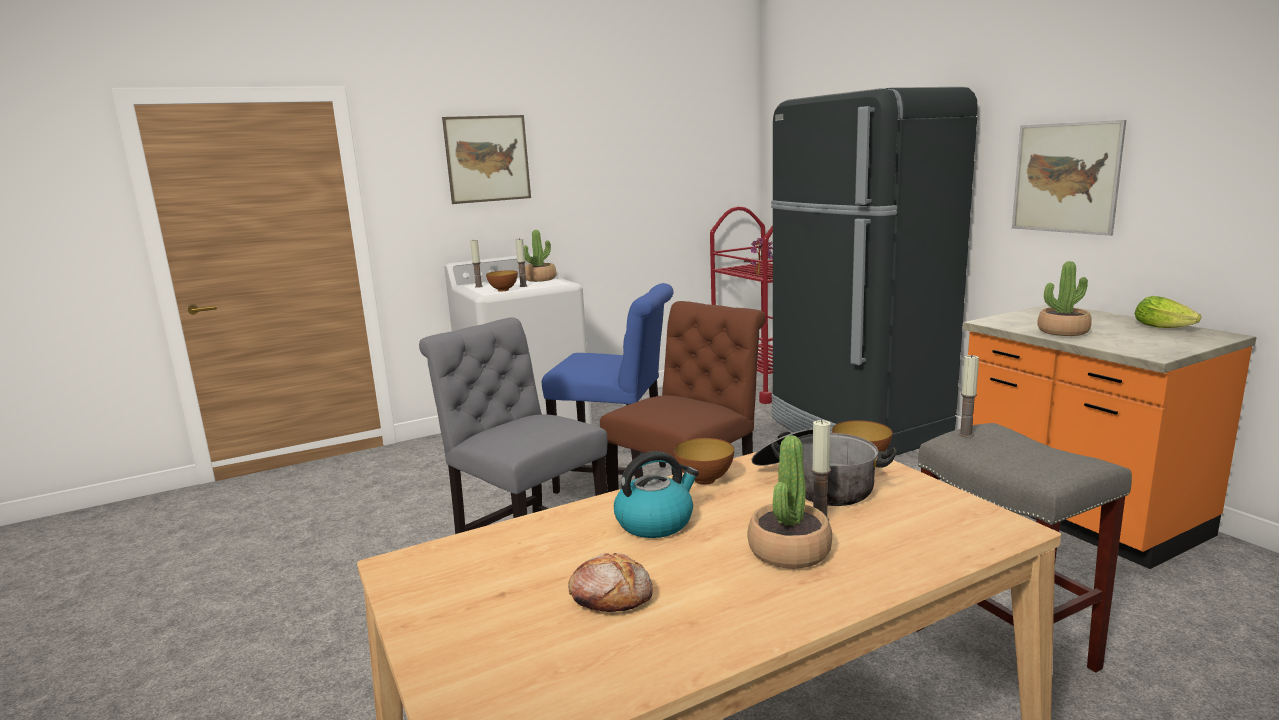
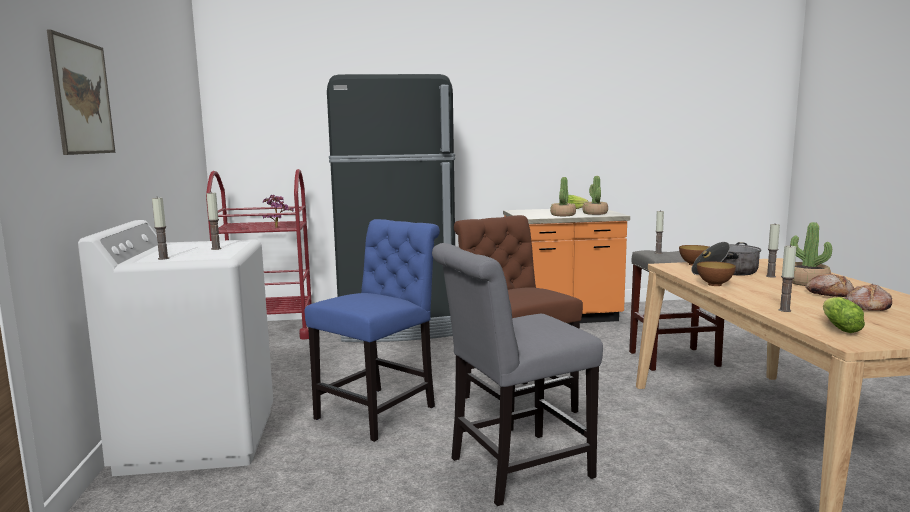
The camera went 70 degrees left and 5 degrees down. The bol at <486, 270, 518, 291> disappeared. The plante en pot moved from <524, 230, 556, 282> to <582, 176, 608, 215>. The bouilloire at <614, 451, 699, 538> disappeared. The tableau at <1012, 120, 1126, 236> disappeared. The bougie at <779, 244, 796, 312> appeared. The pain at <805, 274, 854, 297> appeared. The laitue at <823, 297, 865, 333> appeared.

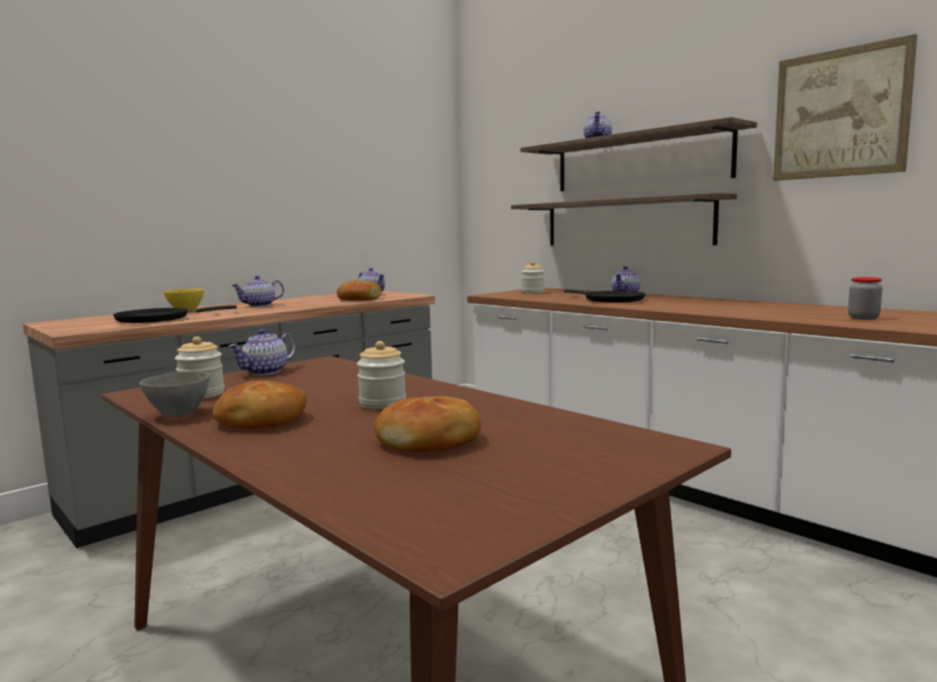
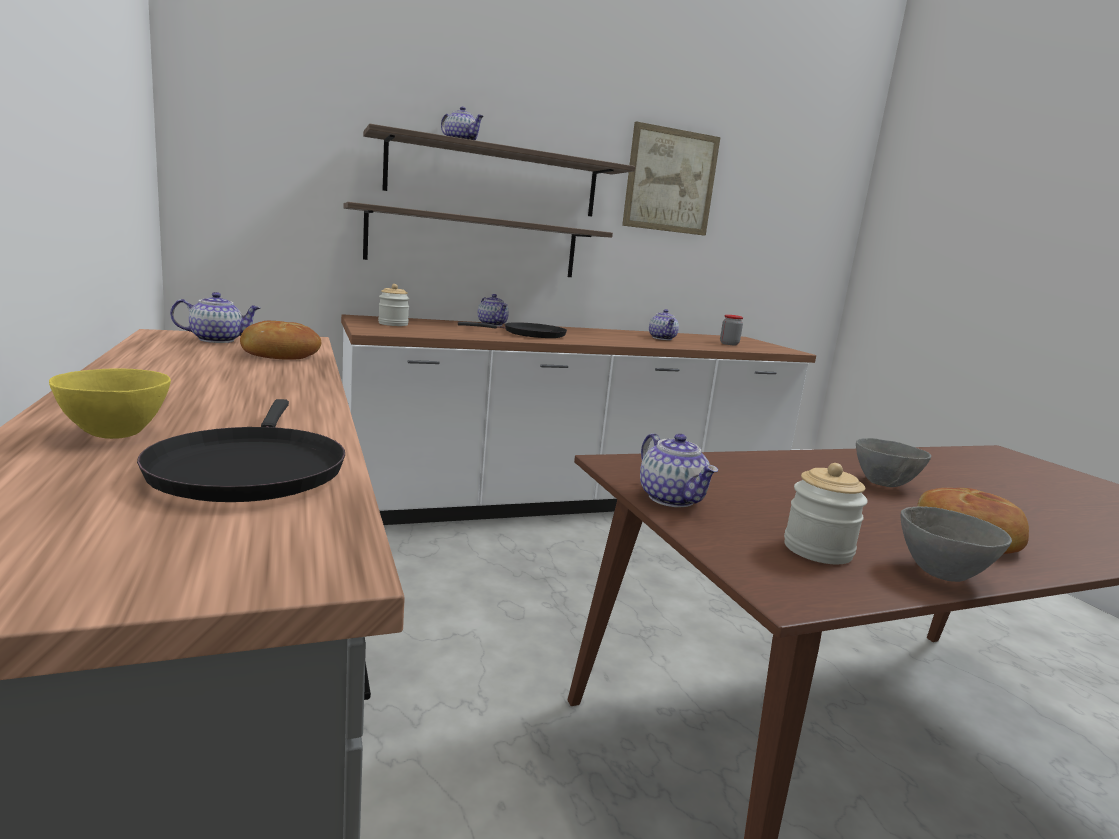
The camera went 70 degrees left and 5 degrees up. The théière moved from <232, 276, 284, 307> to <649, 309, 679, 340>. The bocal at <357, 341, 406, 409> was replaced by the bol [gris] at <856, 438, 931, 487>. The pain at <374, 396, 481, 452> disappeared.

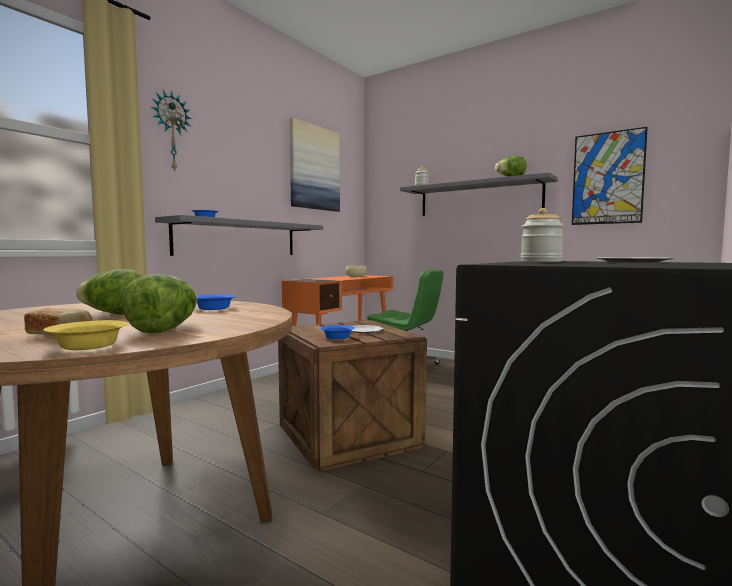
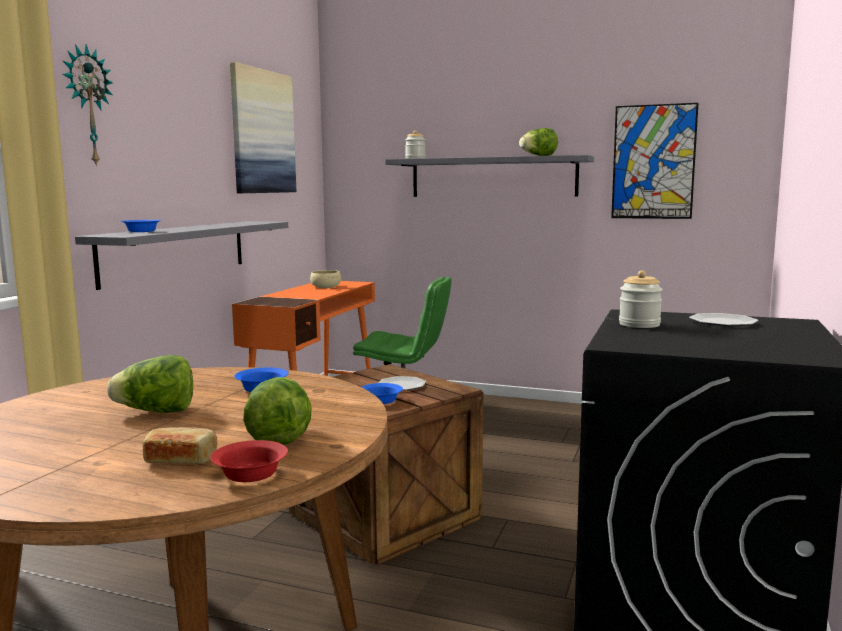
The camera went 15 degrees left and 5 degrees up. The bol [jaune] at <43, 320, 128, 350> became the bol [rouge] at <210, 440, 288, 482>.

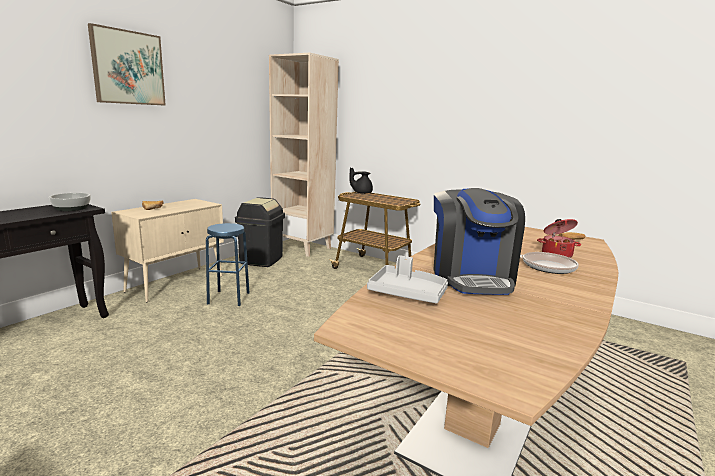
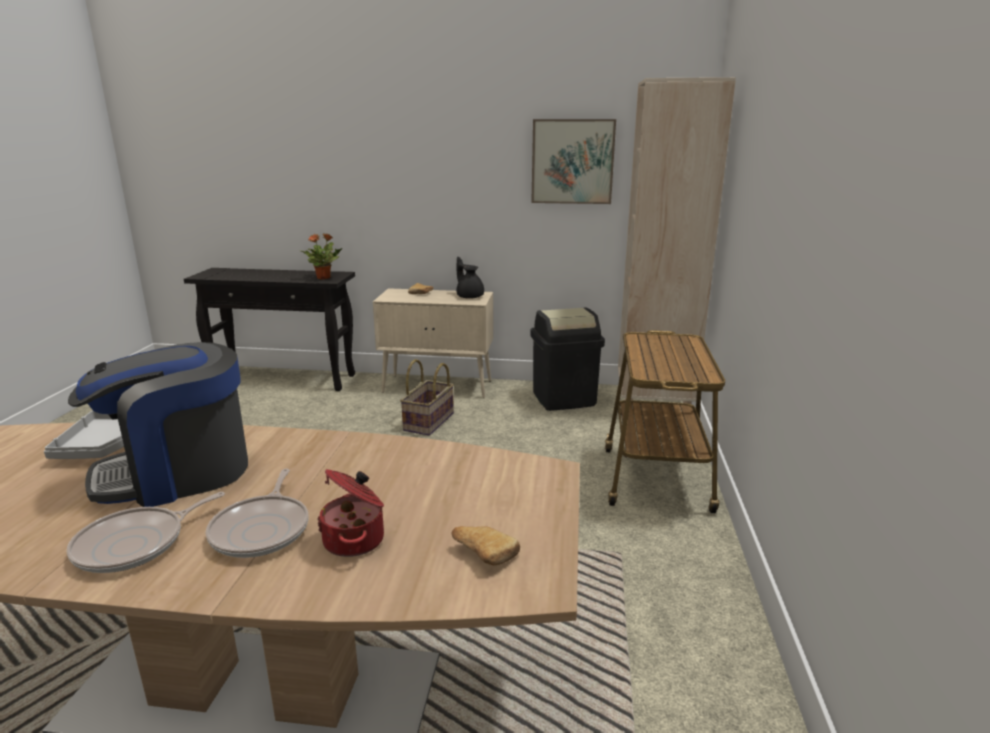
The camera went 65 degrees right and 5 degrees up. The bol at <49, 193, 91, 211> was replaced by the plante en pot at <300, 233, 343, 280>. The tableau moved from <88, 23, 166, 106> to <531, 119, 616, 204>. The tabouret [bleu] at <206, 223, 250, 306> was replaced by the panier at <400, 359, 454, 436>. The théière [noir] moved from <349, 167, 373, 194> to <457, 257, 484, 299>. The poêle at <67, 492, 225, 573> appeared.

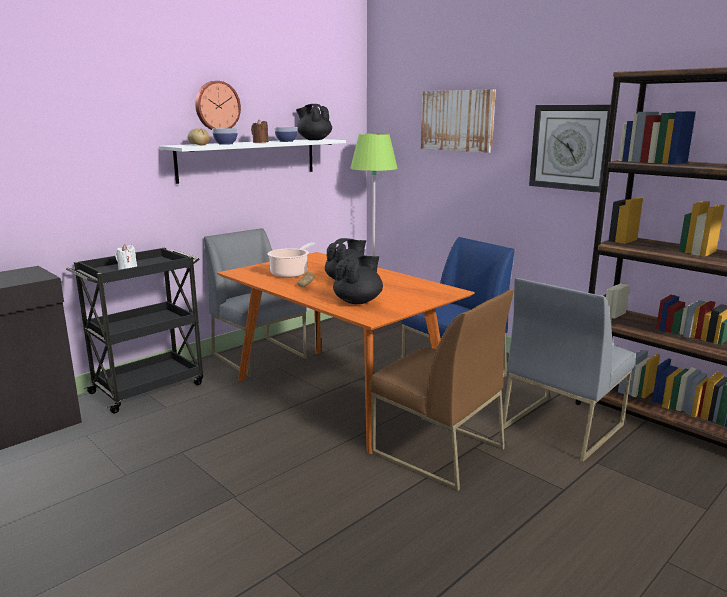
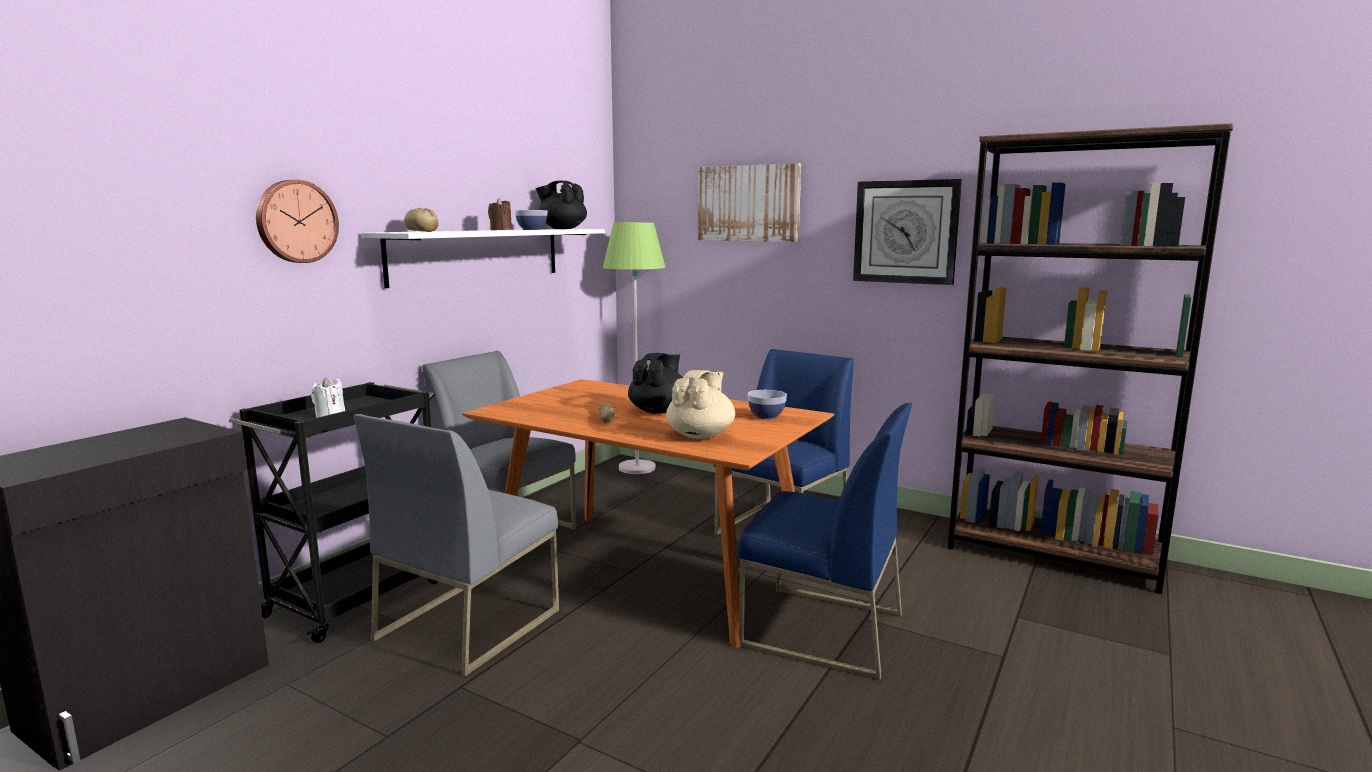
The camera went 15 degrees left and 5 degrees down. The horloge murale moved from <195, 81, 241, 130> to <256, 180, 339, 263>. The bol moved from <212, 128, 238, 145> to <748, 390, 787, 419>. The marmite at <268, 242, 315, 278> disappeared. The théière [noir] at <333, 254, 383, 304> became the théière [beige] at <666, 370, 735, 439>. The chaise [marron] at <370, 289, 514, 491> became the chaise [bleu] at <738, 403, 912, 680>. The chaise [gris] moved from <503, 278, 636, 462> to <354, 414, 559, 677>.

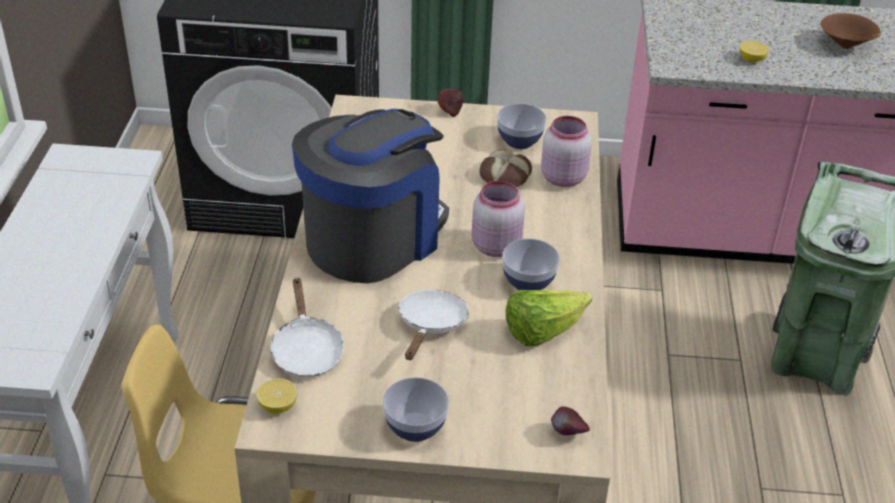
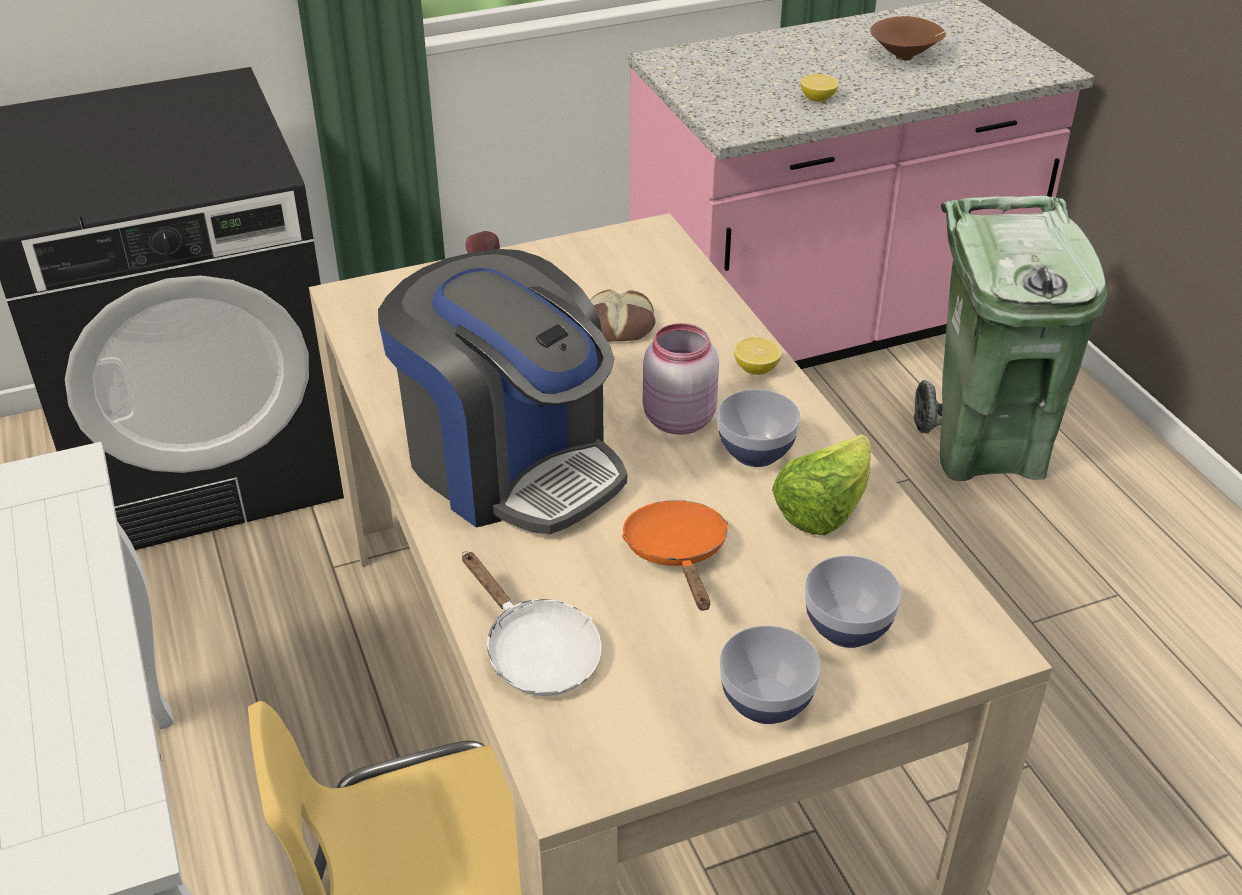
The camera went 25 degrees left and 0 degrees up. The citron moved from <257, 378, 297, 414> to <734, 337, 782, 375>. The machine à café at <292, 109, 449, 283> turned 120 degrees clockwise. The poêle [blanc] at <399, 290, 469, 360> became the poêle [orange] at <622, 500, 728, 610>. The bol moved from <497, 104, 546, 149> to <805, 555, 902, 648>. The bocal [rose] at <541, 116, 592, 187> disappeared. The pomme at <551, 406, 590, 435> disappeared.

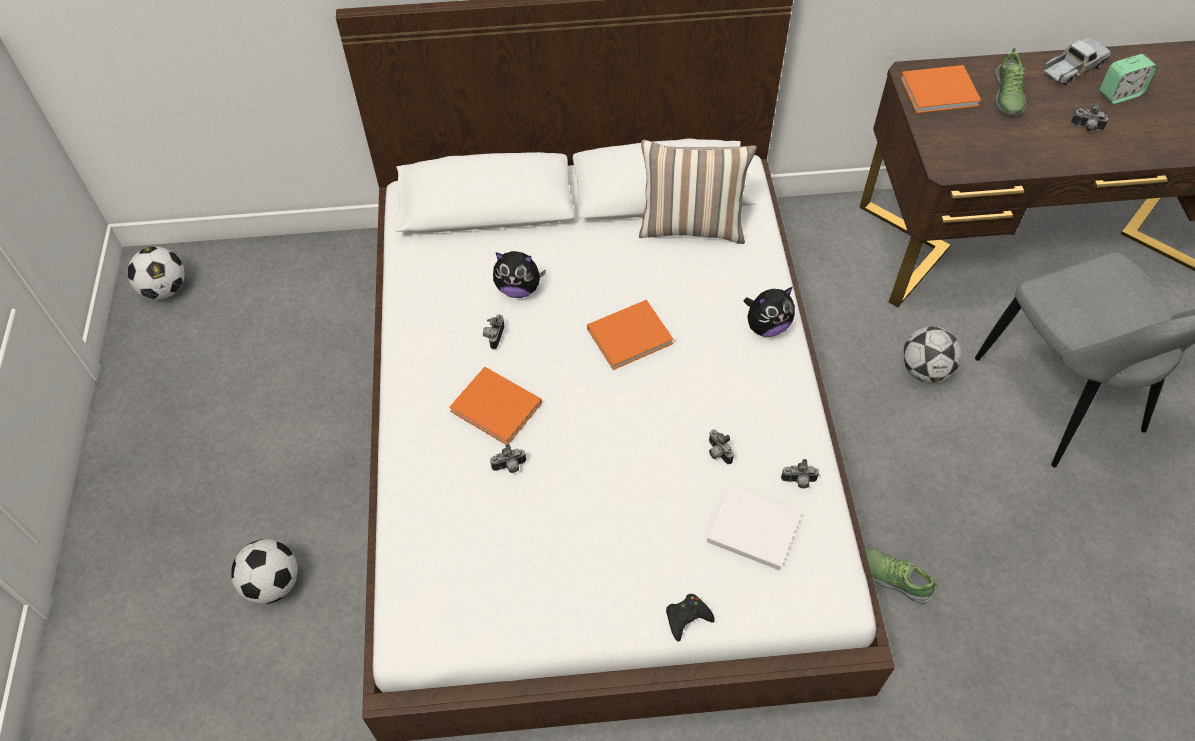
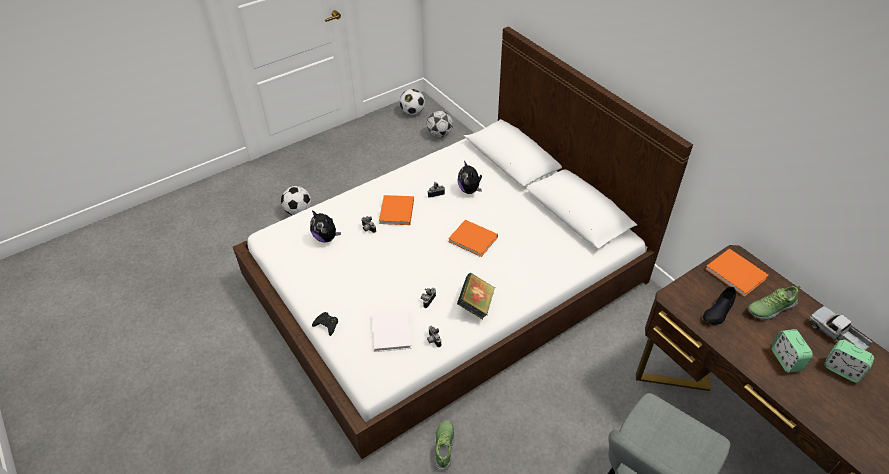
The camera went 60 degrees right and 10 degrees down. The coussin at <639, 140, 757, 244> disappeared. The peluche moved from <743, 287, 795, 337> to <310, 210, 341, 243>. The ballon de foot moved from <903, 326, 962, 383> to <427, 110, 453, 137>. The camion jouet at <1043, 37, 1111, 85> turned 150 degrees counterclockwise. The appareil photo at <1071, 103, 1108, 132> was replaced by the réveil at <771, 329, 813, 373>. The livre at <457, 273, 495, 319> appeared. The chaussure [noir] at <703, 287, 736, 325> appeared.

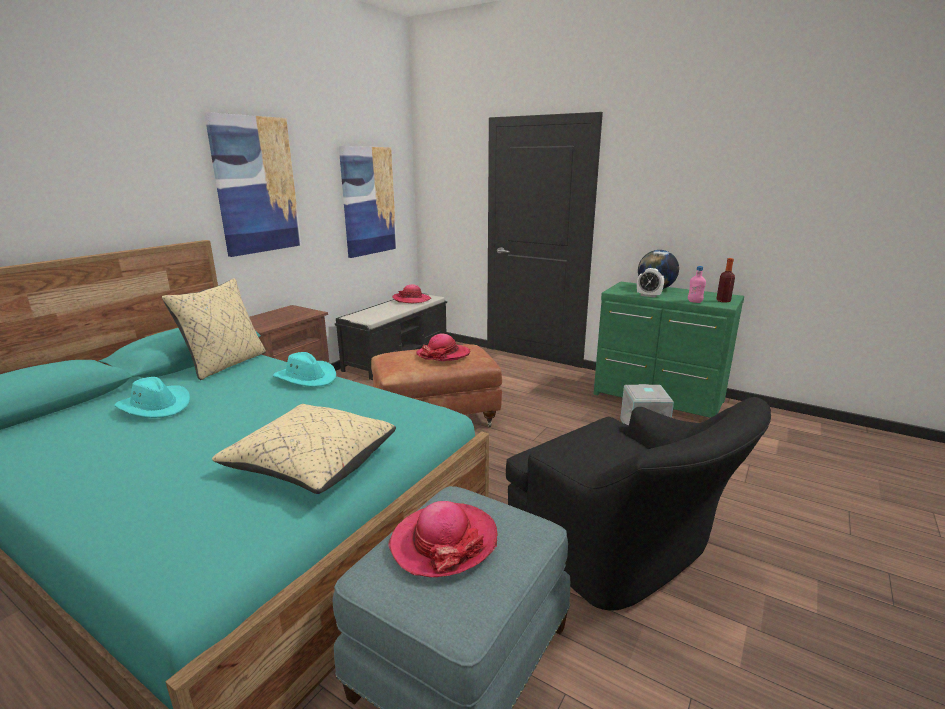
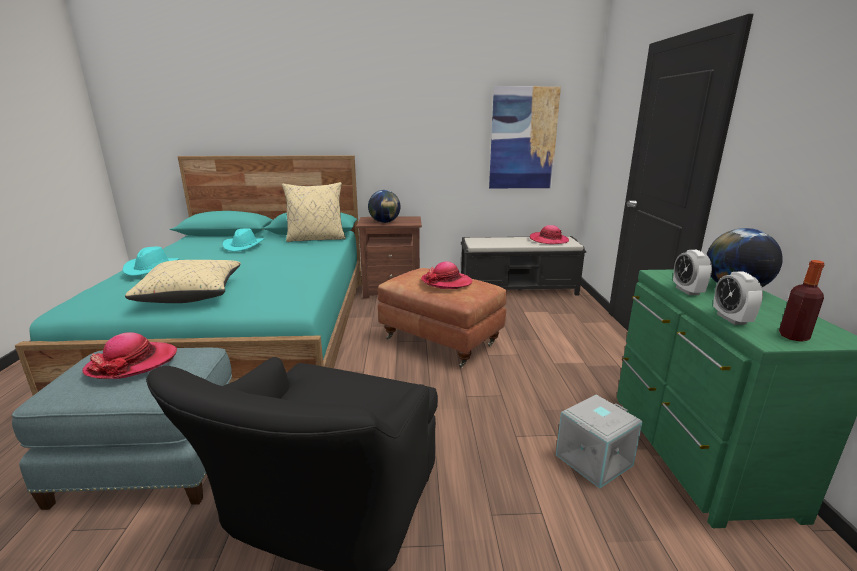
The camera went 55 degrees right and 0 degrees up. The tableau at <204, 112, 301, 257> disappeared. The chapeau [turquoise] moved from <273, 352, 336, 387> to <123, 247, 179, 276>. The bouteille [rose] at <688, 266, 706, 303> was replaced by the réveil at <713, 271, 763, 325>. The globe at <368, 190, 400, 223> appeared.

